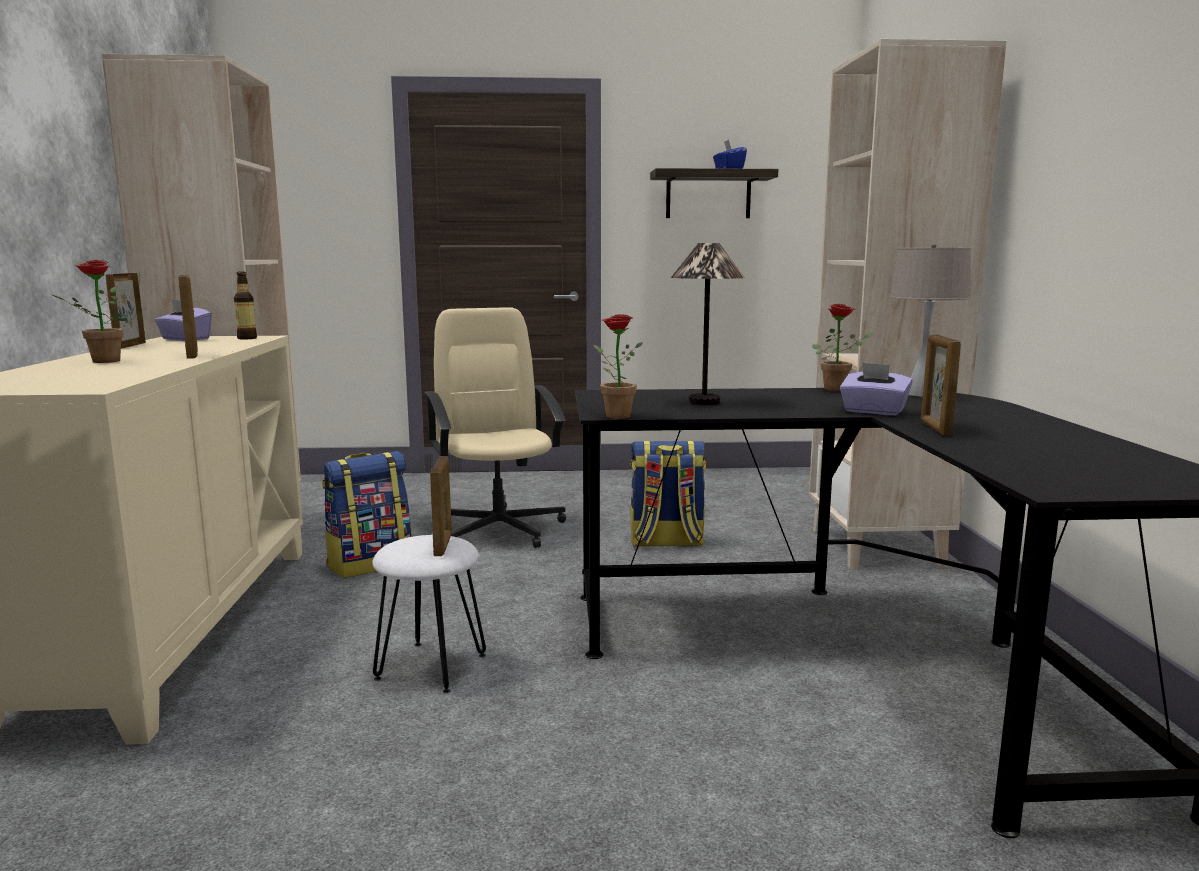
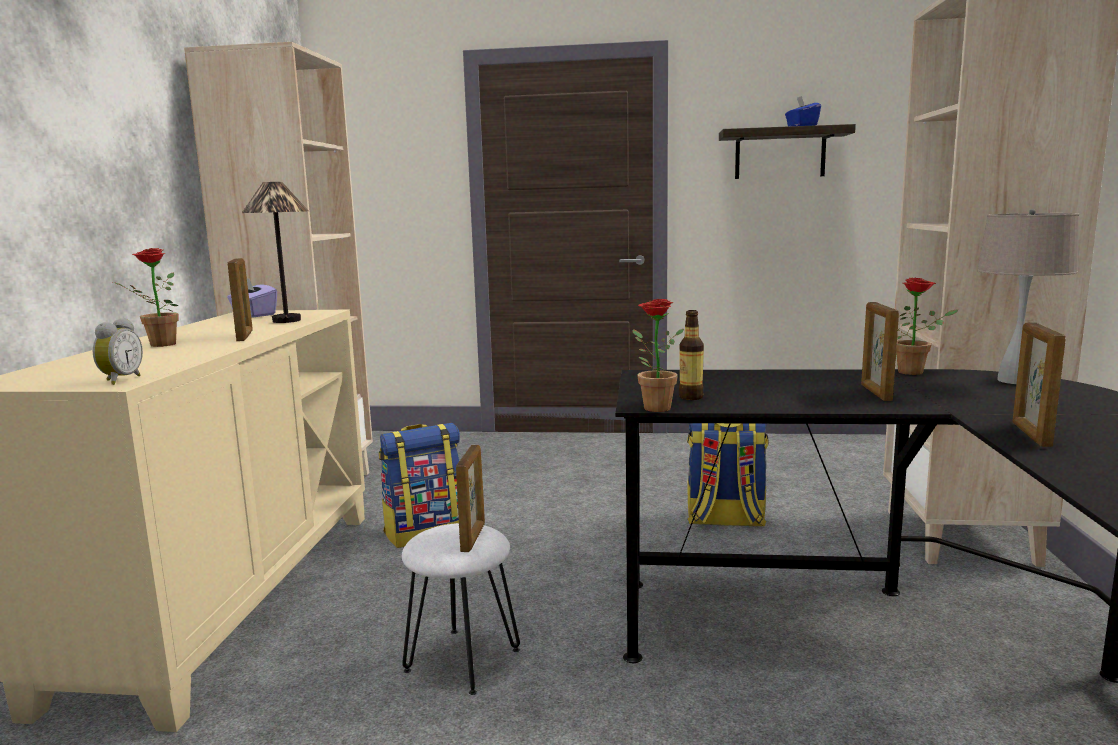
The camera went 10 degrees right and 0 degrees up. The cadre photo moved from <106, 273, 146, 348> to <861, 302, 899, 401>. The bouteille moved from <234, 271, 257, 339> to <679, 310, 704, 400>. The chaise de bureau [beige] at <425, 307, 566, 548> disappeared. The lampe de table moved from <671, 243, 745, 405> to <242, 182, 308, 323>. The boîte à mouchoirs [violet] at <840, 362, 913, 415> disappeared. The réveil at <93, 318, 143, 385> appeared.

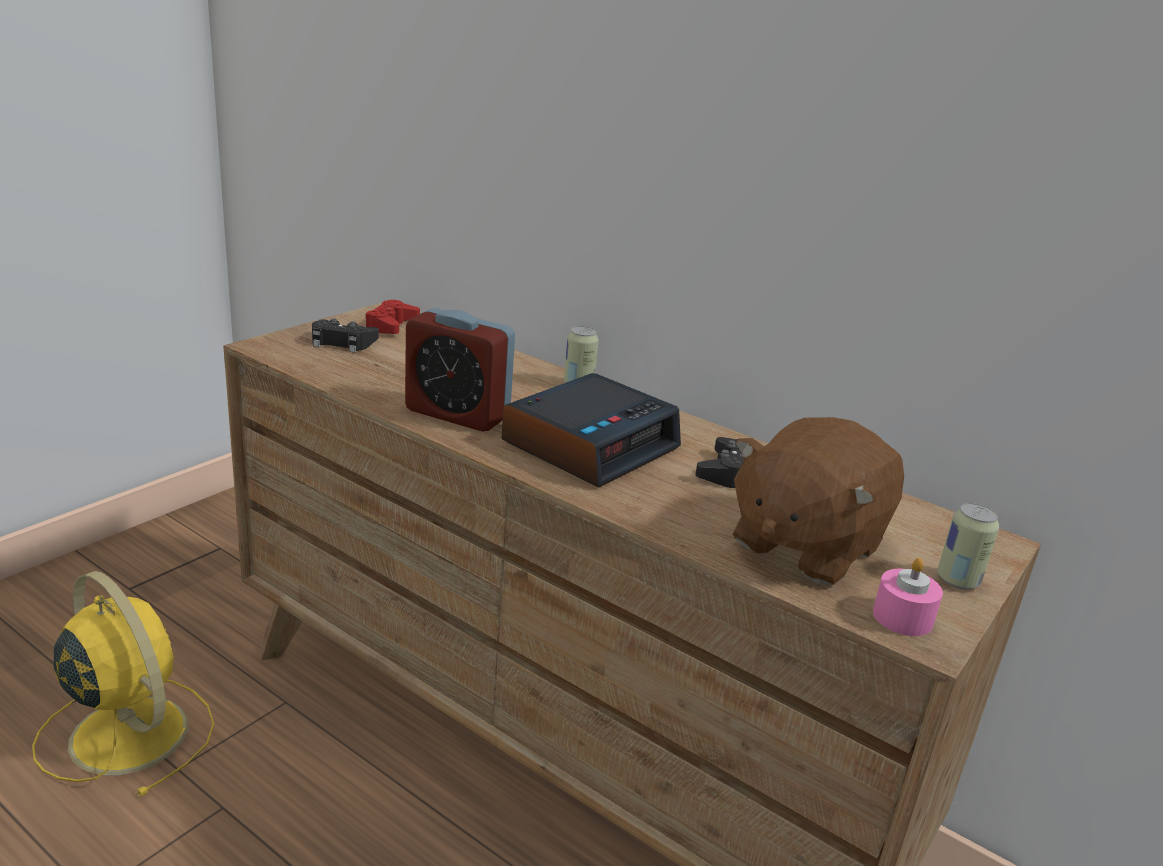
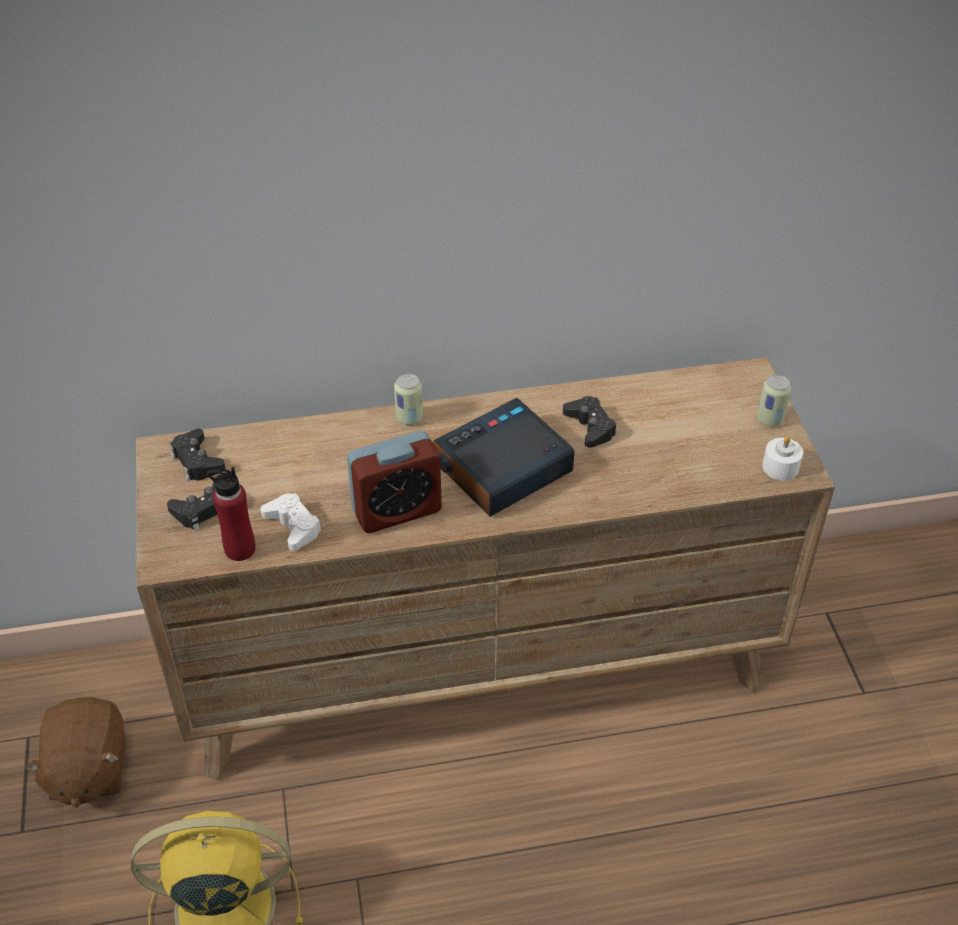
The camera went 45 degrees left and 20 degrees up. The manette [rouge] at <365, 300, 420, 334> became the manette [noir] at <170, 429, 225, 481>. The réveil at <502, 373, 681, 487> turned 120 degrees counterclockwise. The peluche [marron] moved from <733, 417, 904, 585> to <24, 697, 126, 808>. The bougie [rose] at <873, 558, 943, 636> became the bougie [blanc] at <762, 436, 803, 480>. The bouteille [rouge] at <207, 467, 256, 561> appeared. The manette [blanc] at <260, 493, 322, 551> appeared.

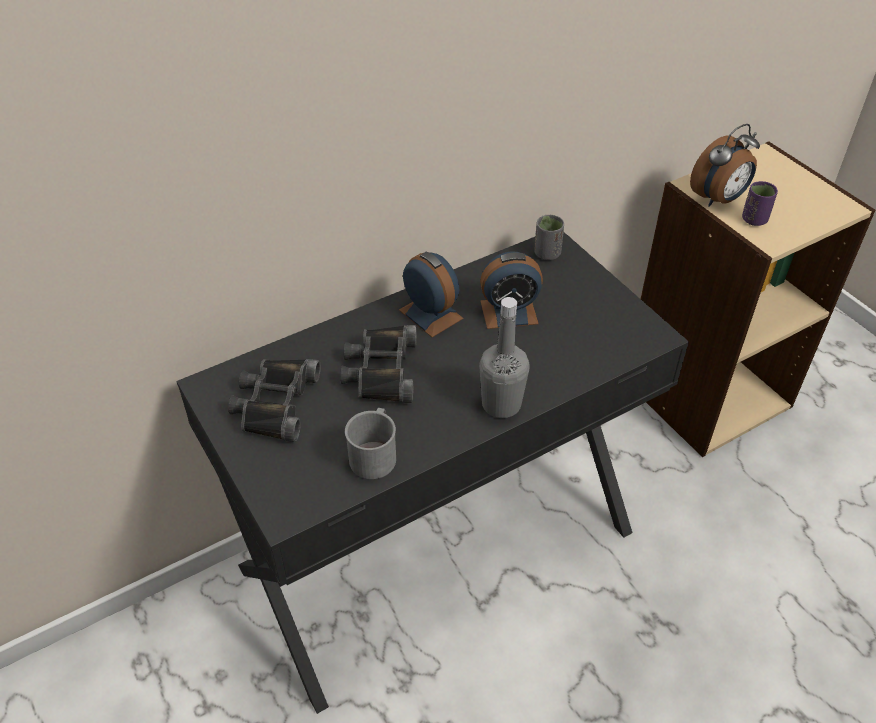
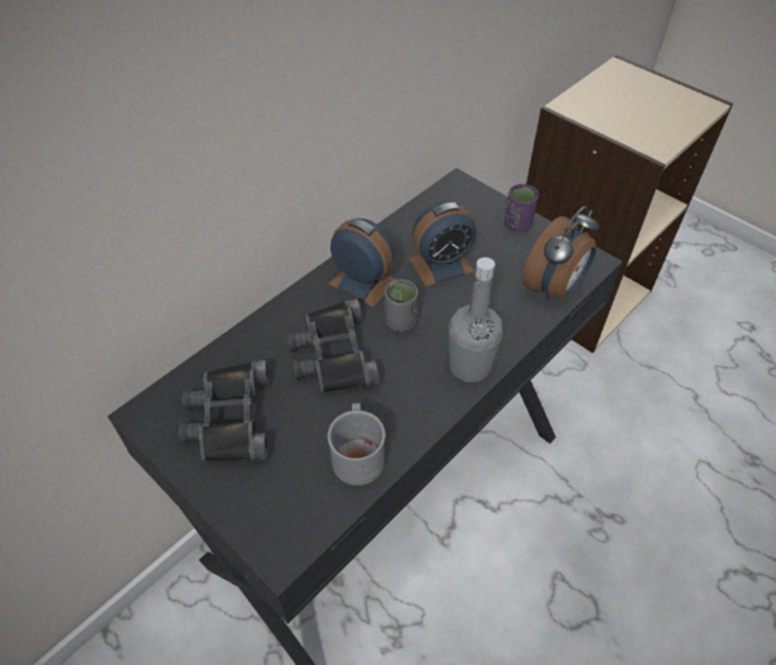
The camera went 15 degrees left and 5 degrees up. The tasse [gris] moved from <535, 215, 564, 260> to <385, 279, 418, 332>. The réveil moved from <690, 124, 760, 207> to <522, 206, 599, 302>. The tasse [violet] moved from <742, 181, 778, 226> to <504, 184, 538, 232>.

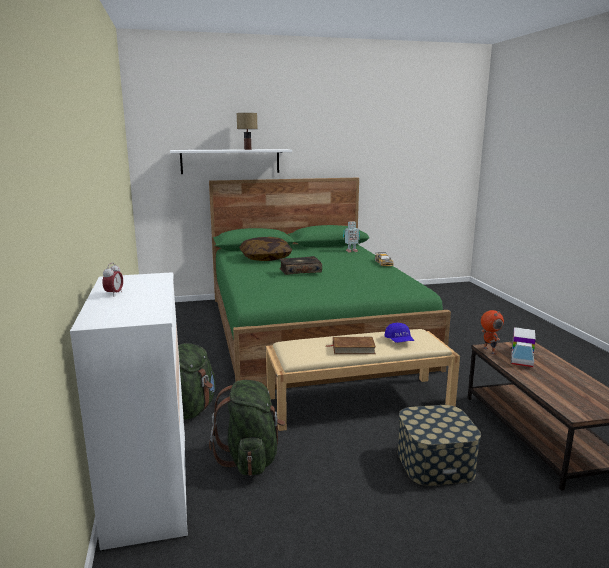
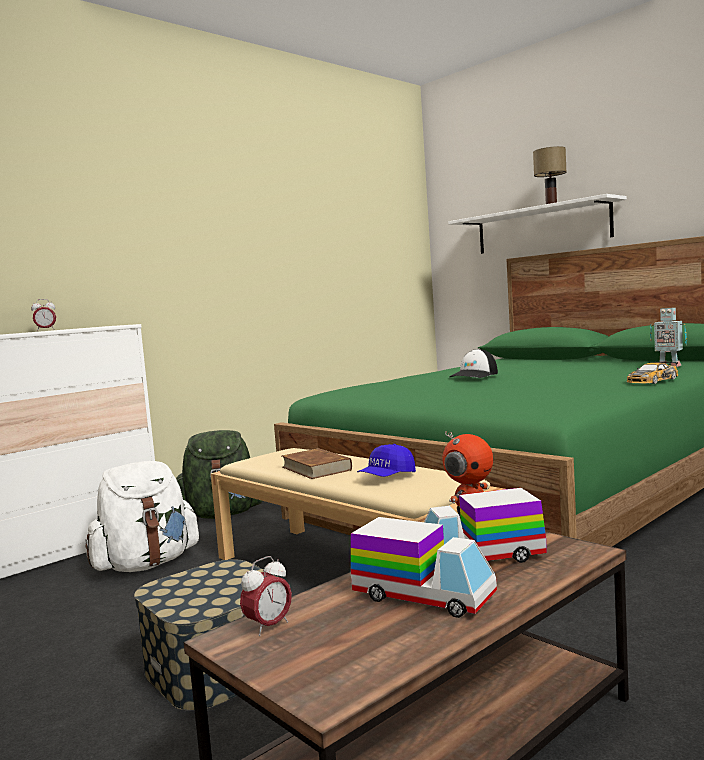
The camera went 60 degrees right and 10 degrees down. The sac à dos [vert] at <209, 380, 285, 476> became the sac à dos [blanc] at <85, 461, 199, 572>. The coussin at <239, 237, 292, 261> disappeared. The livre at <280, 256, 322, 275> was replaced by the casquette at <449, 349, 498, 378>. The réveil at <240, 556, 292, 636> appeared. The camion jouet at <351, 517, 497, 618> appeared.

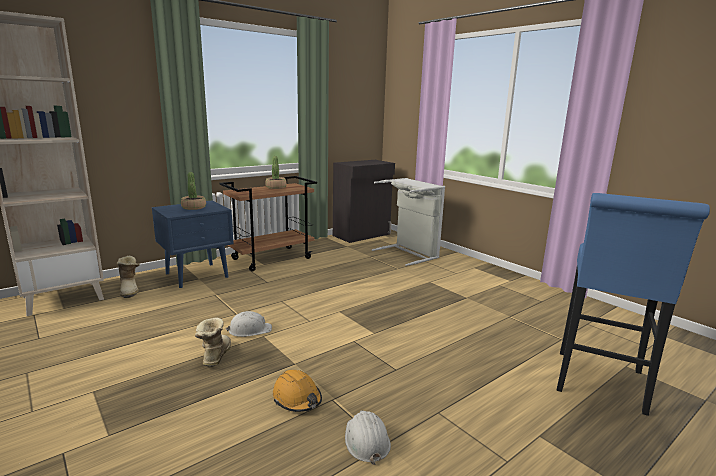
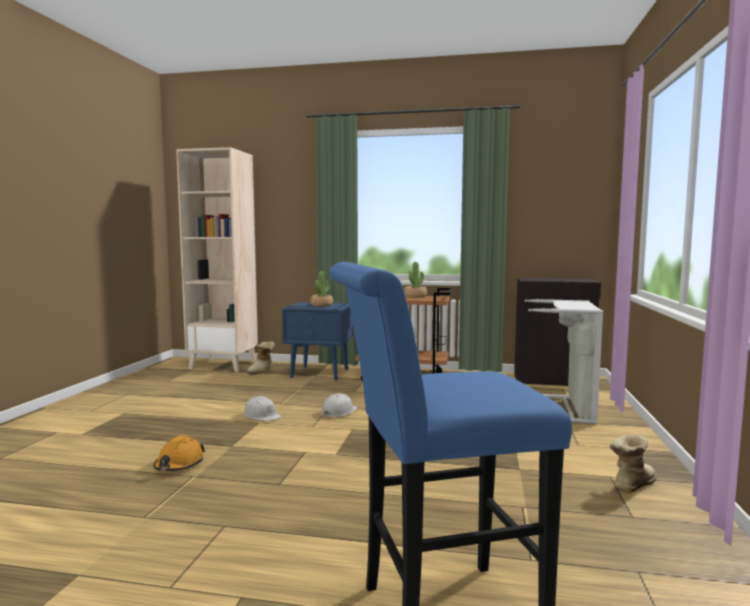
The camera went 50 degrees right and 10 degrees down. The botte moved from <195, 317, 231, 367> to <609, 435, 657, 493>. The casque de chantier [blanc] moved from <345, 410, 391, 465> to <321, 393, 358, 417>.

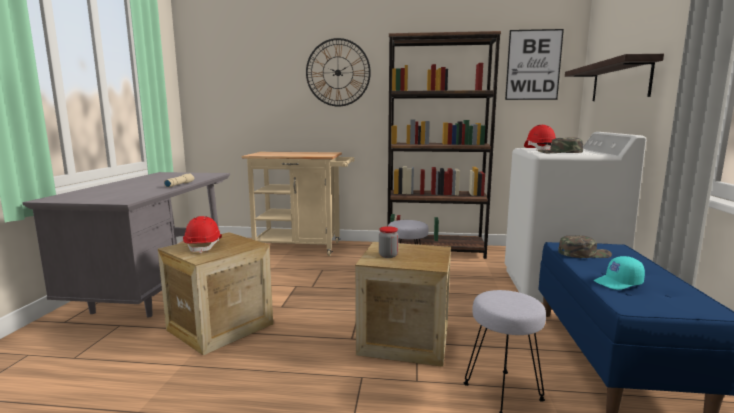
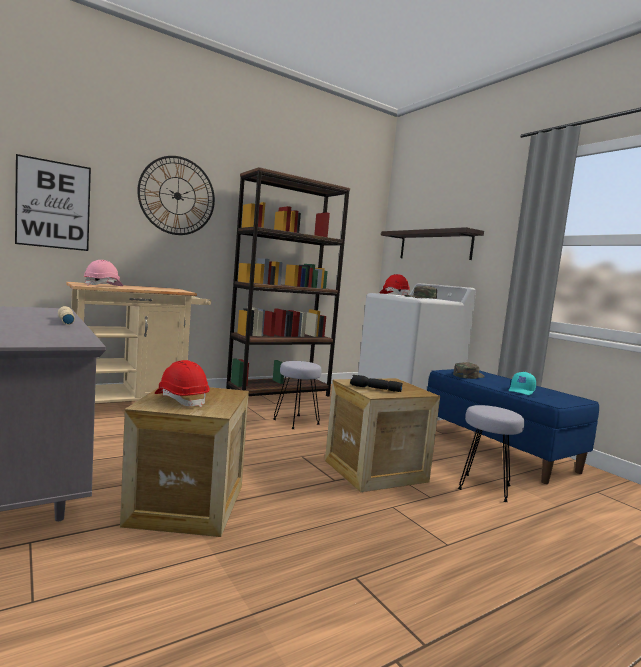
The camera went 40 degrees left and 5 degrees down. The bocal at <379, 226, 399, 258> was replaced by the lampe de poche [noir] at <350, 375, 403, 392>. The tableau moved from <505, 29, 564, 100> to <15, 154, 91, 251>. The casque de chantier [rose] at <83, 260, 123, 286> appeared.

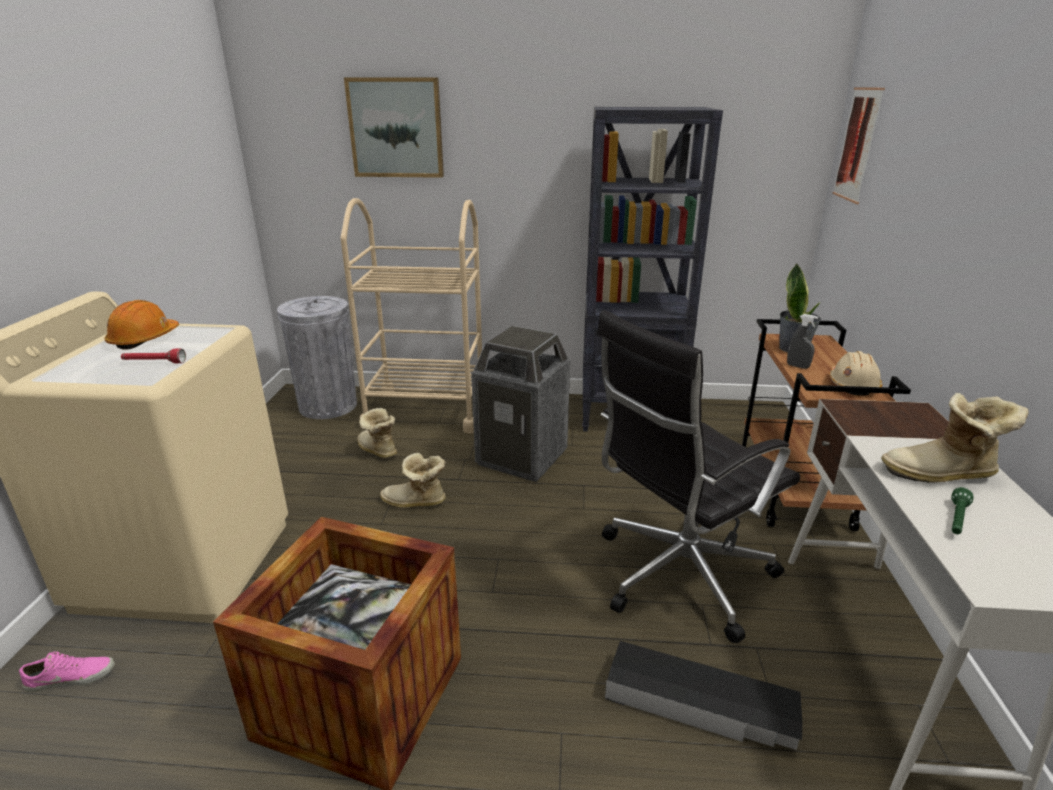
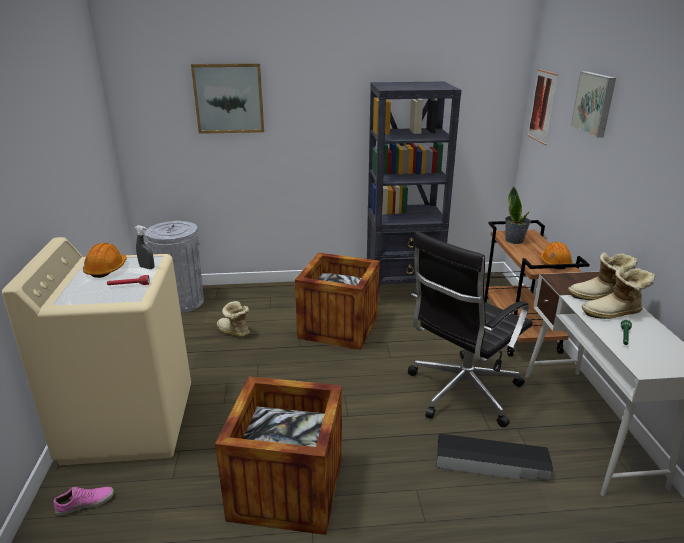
The camera went 10 degrees left and 0 degrees up. The chariot [beige] at <341, 198, 482, 434> disappeared. The botte moved from <380, 453, 446, 508> to <568, 252, 638, 300>. The poubelle at <471, 326, 570, 482> was replaced by the caisse at <295, 252, 380, 350>. The vaporisateur [gris] moved from <787, 314, 818, 369> to <135, 225, 154, 269>. The casque de chantier [beige] at <830, 351, 883, 396> became the casque de chantier [orange] at <541, 242, 573, 270>. The tableau at <570, 71, 616, 137> appeared.

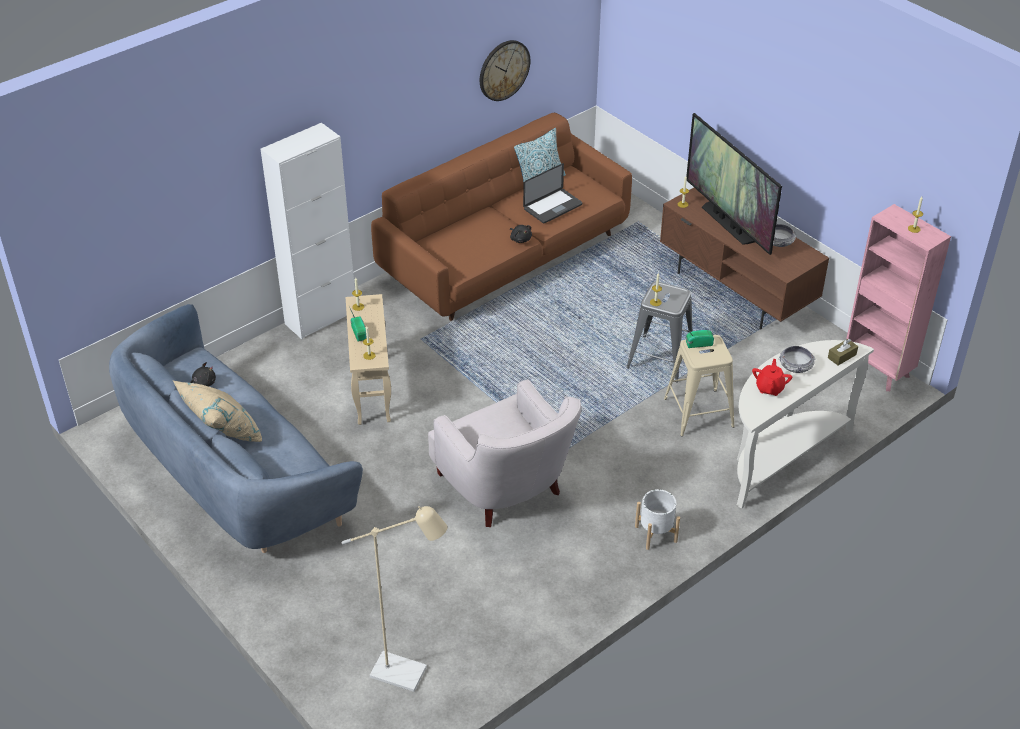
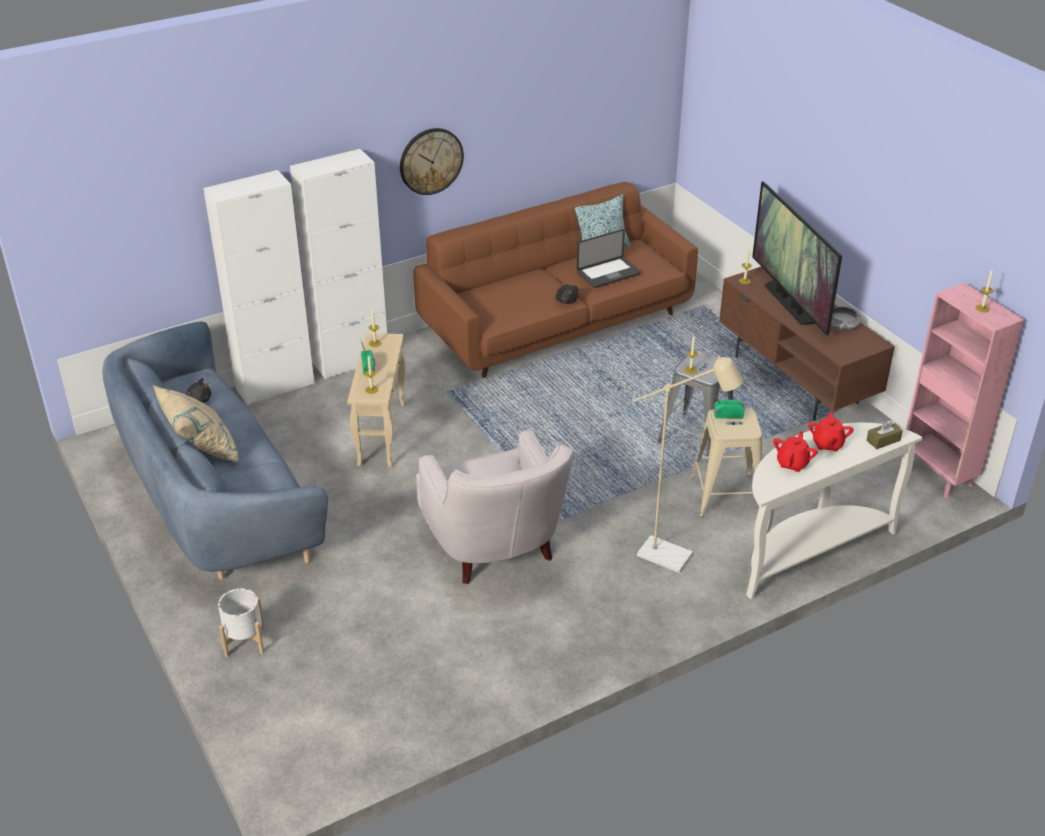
The camera went 10 degrees right and 5 degrees down. The lampadaire [beige] moved from <342, 506, 447, 692> to <632, 355, 744, 573>. The horloge murale moved from <480, 40, 530, 101> to <400, 128, 464, 195>. The cache-pot [blanc] moved from <635, 489, 680, 550> to <218, 588, 265, 657>. The bol at <779, 346, 816, 373> was replaced by the théière [rouge] at <808, 412, 854, 452>. The meuble de rangement [blanc] at <203, 170, 315, 405> appeared.

